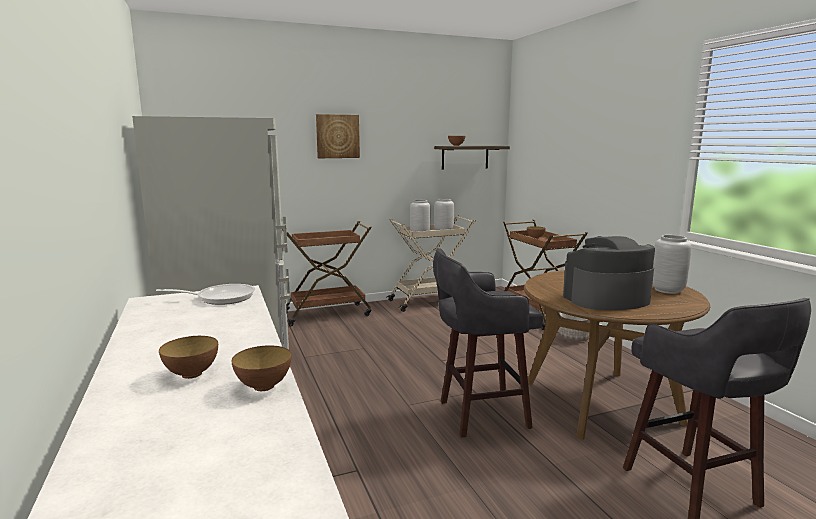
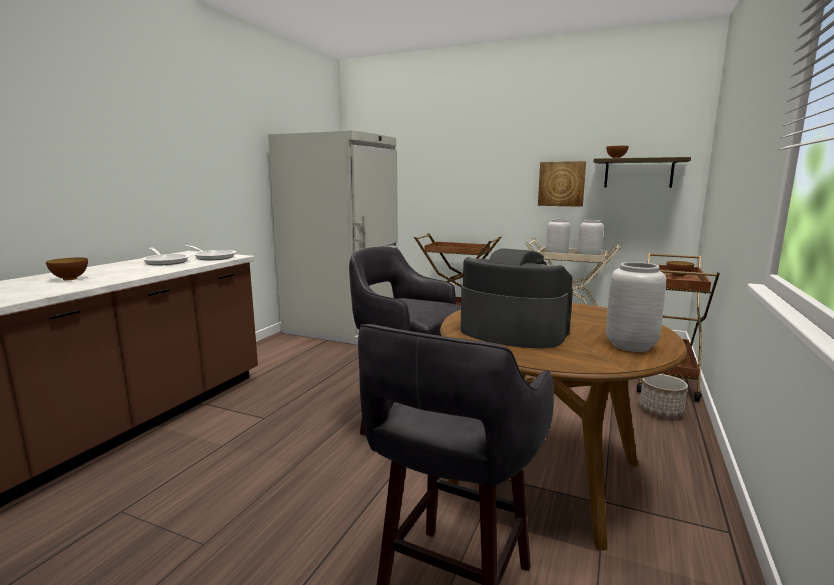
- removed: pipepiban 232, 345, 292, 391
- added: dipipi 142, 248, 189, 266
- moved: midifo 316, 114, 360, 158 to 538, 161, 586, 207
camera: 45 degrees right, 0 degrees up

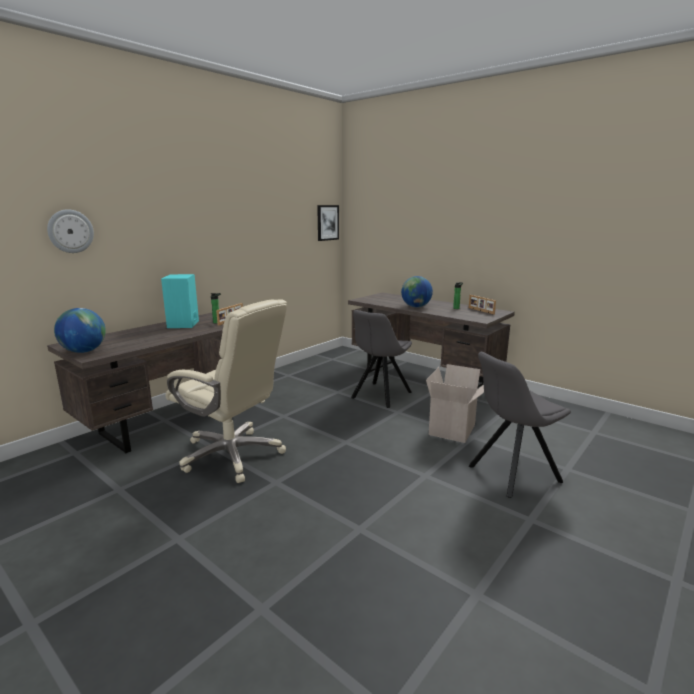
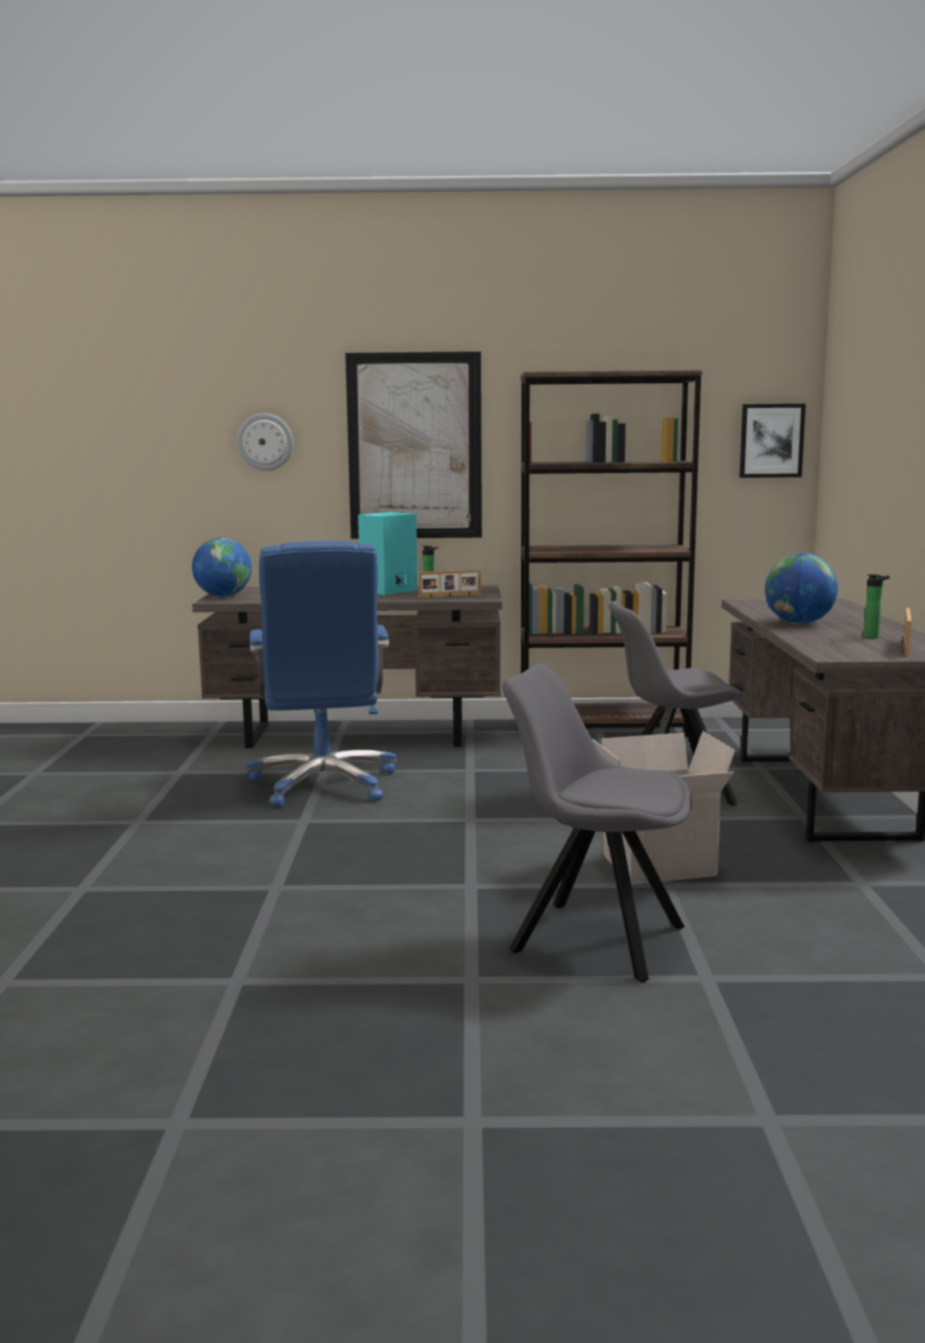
- added: midifo 345, 351, 482, 539
- added: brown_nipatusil 520, 370, 702, 737
- recoloured: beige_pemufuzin 165, 299, 287, 483 to blue_pemufuzin 246, 541, 397, 808
camera: 50 degrees right, 5 degrees down

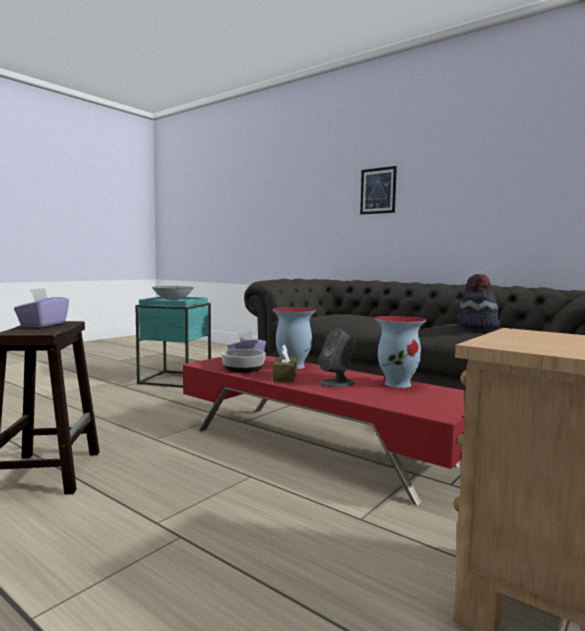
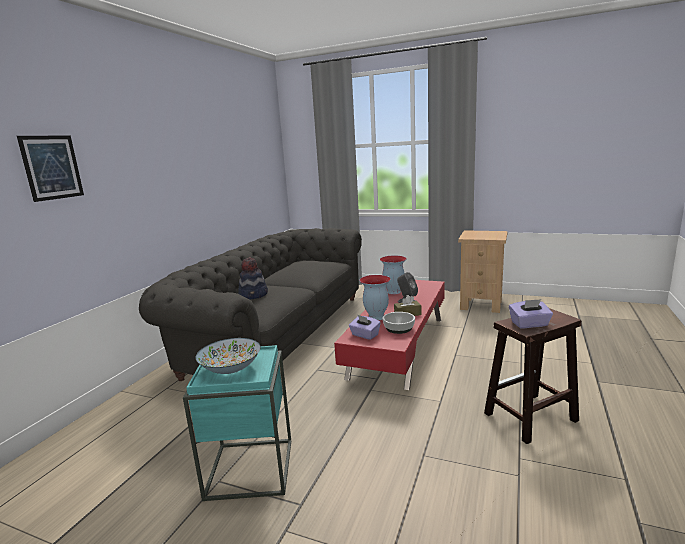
- moved: midifo 360, 166, 397, 214 to 17, 136, 84, 202
- moved: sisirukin 457, 274, 500, 329 to 238, 257, 268, 300
camera: 105 degrees left, 10 degrees up

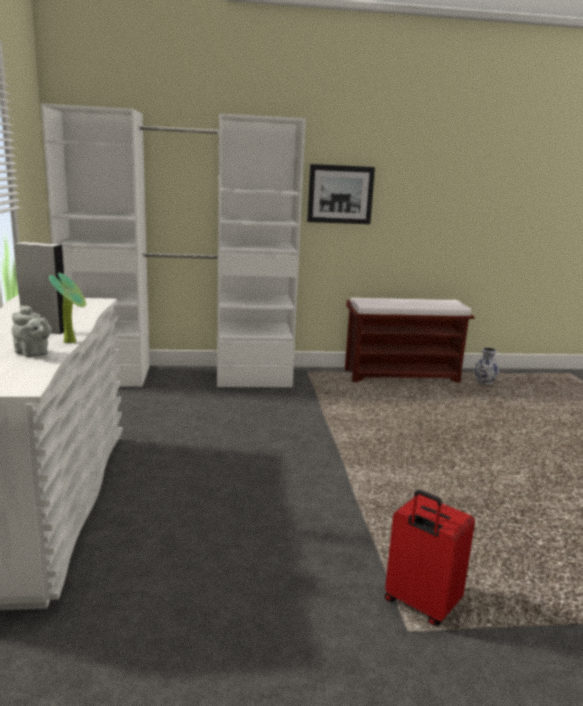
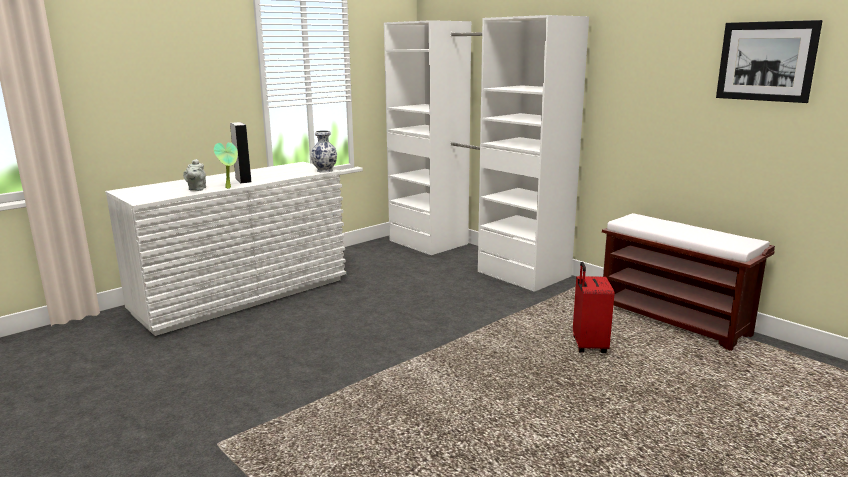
- moved: midifo 307, 164, 375, 224 to 716, 20, 823, 103
- moved: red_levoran 385, 490, 475, 626 to 573, 262, 614, 353
- moved: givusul 474, 348, 499, 385 to 311, 130, 337, 173
camera: 55 degrees right, 0 degrees up

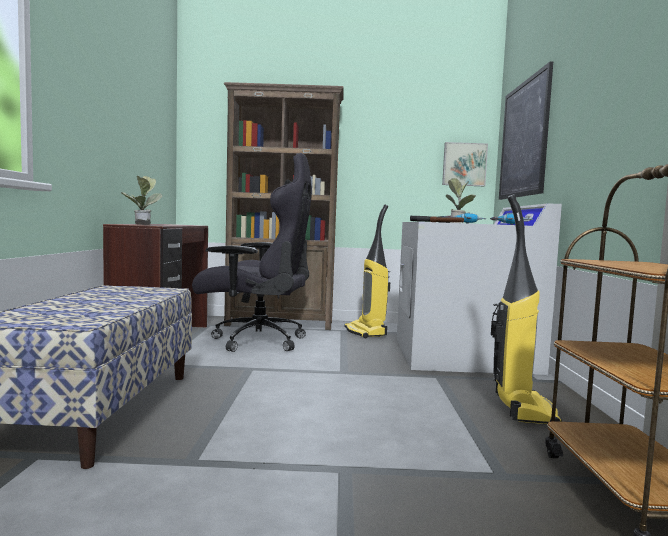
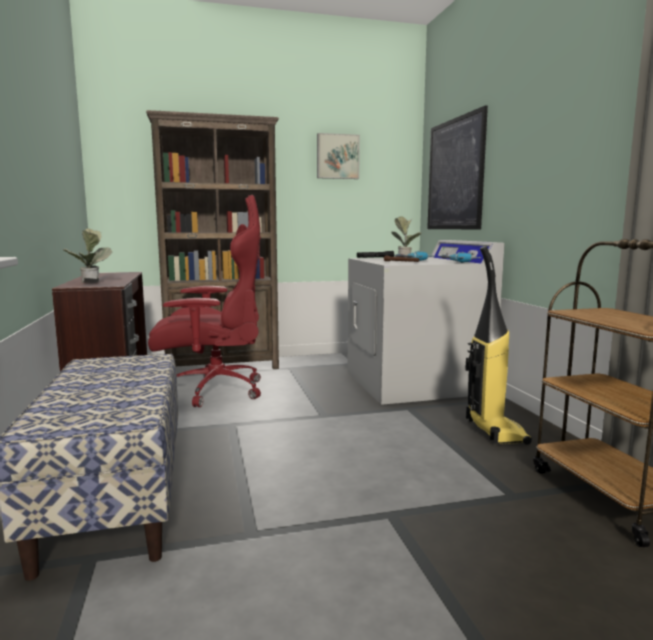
- removed: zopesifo 344, 205, 390, 338
- moved: midifo 442, 142, 488, 186 to 317, 133, 360, 179
- recoloured: black_pemufuzin 192, 153, 312, 352 to red_pemufuzin 148, 195, 261, 407
camera: 15 degrees left, 5 degrees up

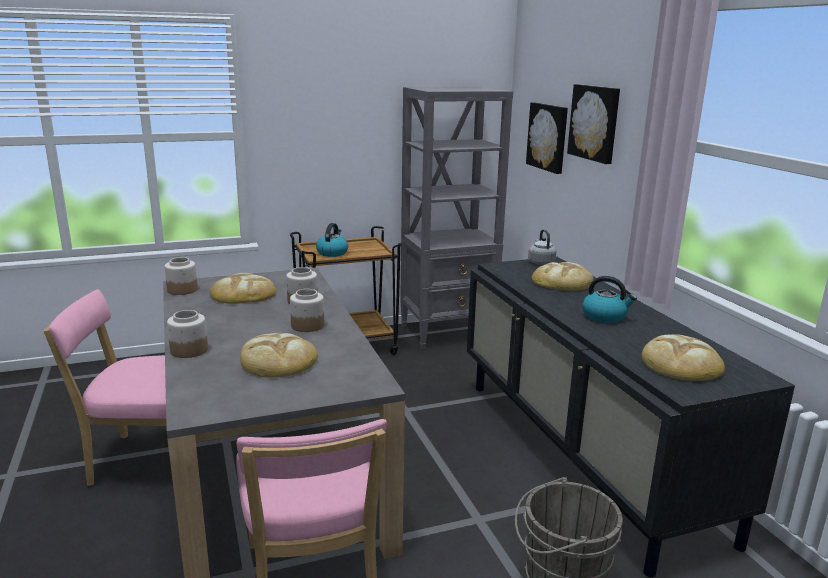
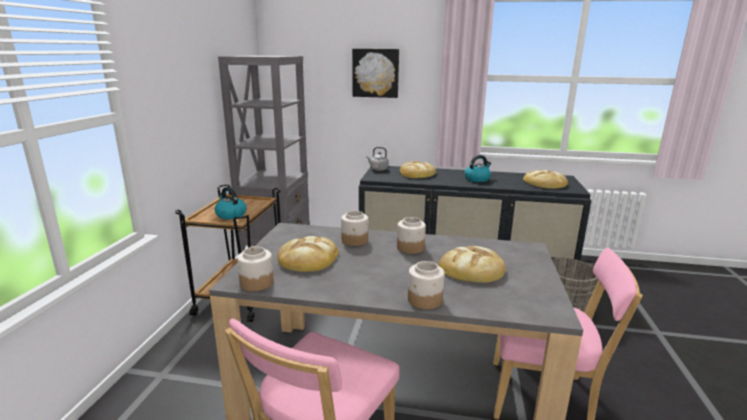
- removed: midifo 526, 102, 568, 174
camera: 60 degrees left, 0 degrees up

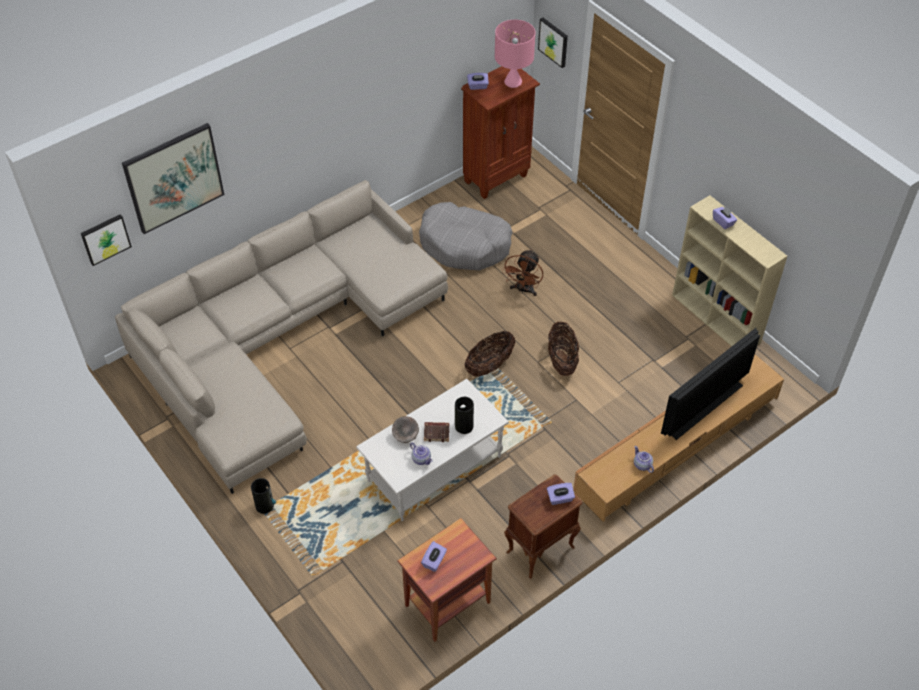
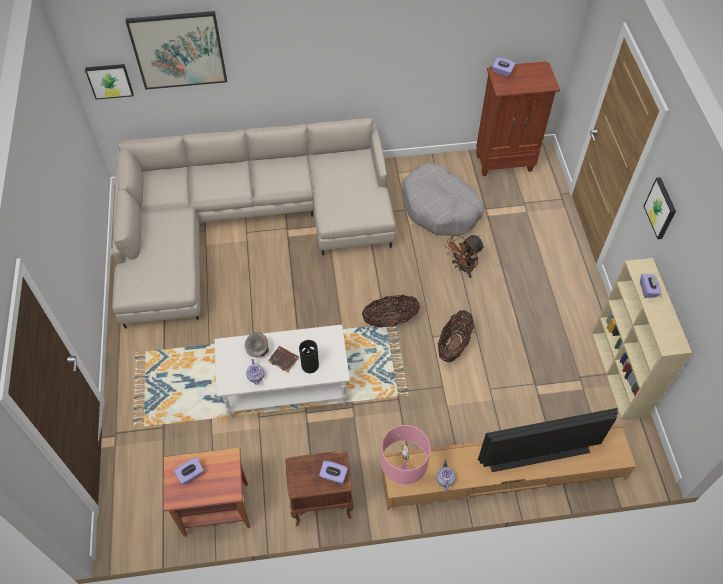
- removed: givusul 251, 478, 276, 514
- moved: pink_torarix 495, 20, 535, 88 to 381, 425, 431, 486
- moved: midifo 538, 18, 568, 68 to 643, 177, 676, 239
camera: 30 degrees right, 5 degrees up

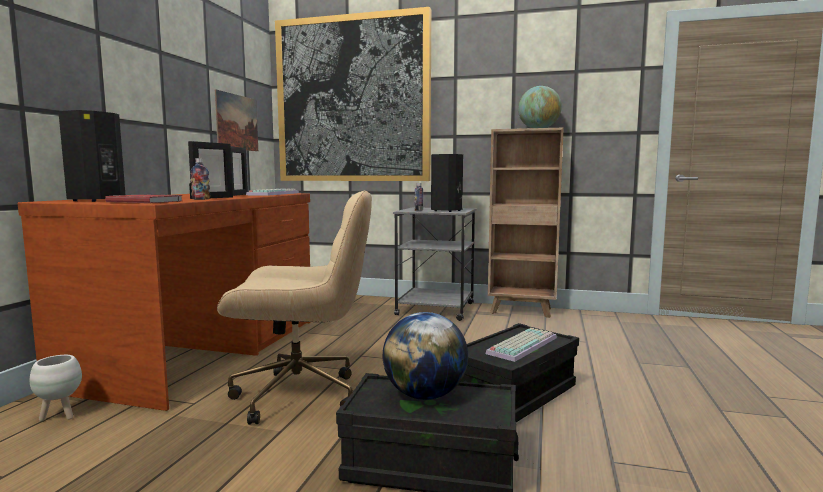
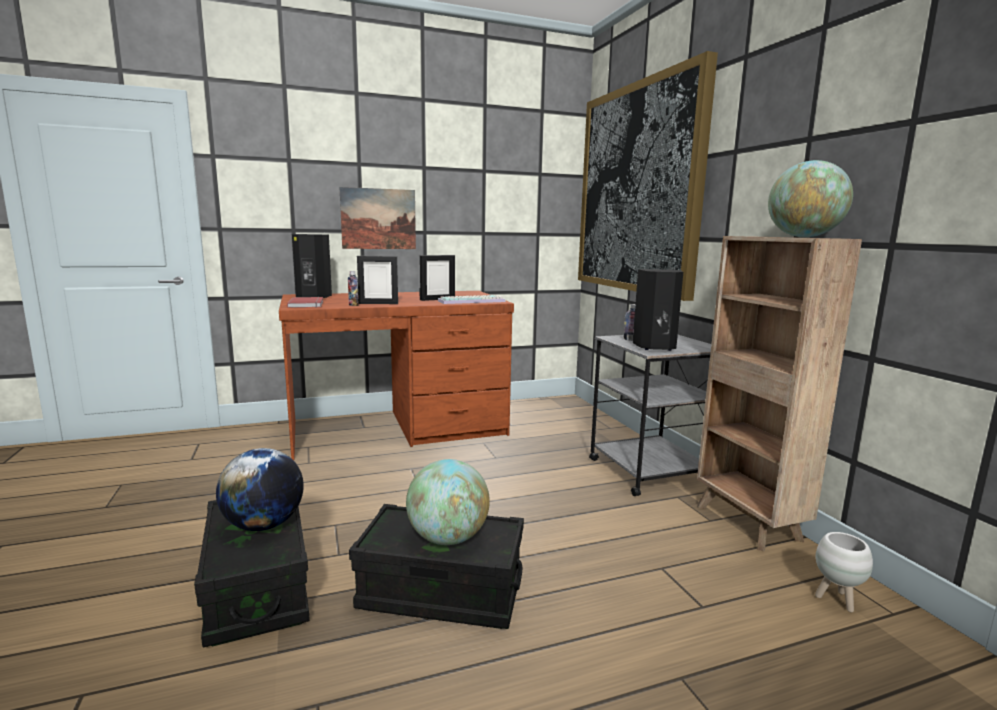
- removed: beige_pemufuzin 217, 190, 372, 425
- moved: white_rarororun 30, 355, 82, 421 to 815, 532, 873, 612
- moved: midifo 215, 89, 258, 151 to 340, 187, 416, 249
- replaced: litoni 486, 328, 557, 362 to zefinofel 406, 459, 490, 545
camera: 55 degrees right, 5 degrees up

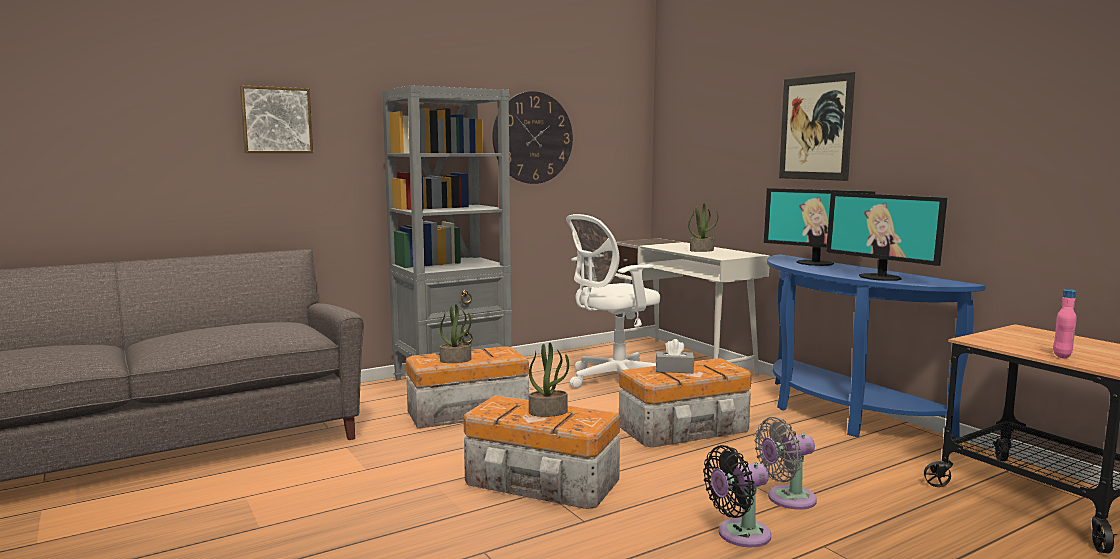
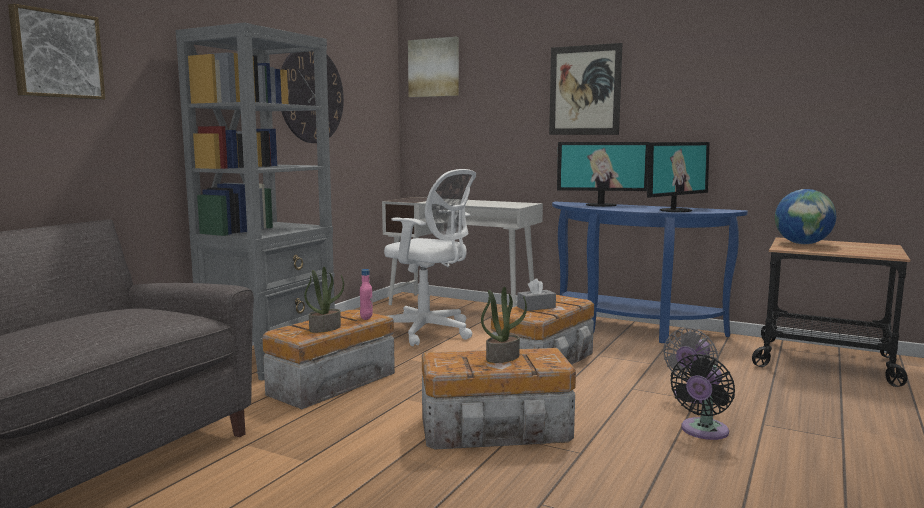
- removed: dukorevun 688, 203, 718, 252
- added: midifo 408, 37, 459, 97
- added: zefinofel 775, 189, 836, 244
- moved: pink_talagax 1053, 289, 1077, 358 to 360, 269, 373, 320
- turned: white_pemufuzin 566, 214, 660, 388 = 384, 169, 476, 346 90 degrees counterclockwise
- turned: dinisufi 826, 192, 947, 281 = 647, 142, 710, 212 60 degrees counterclockwise
camera: 30 degrees left, 0 degrees up

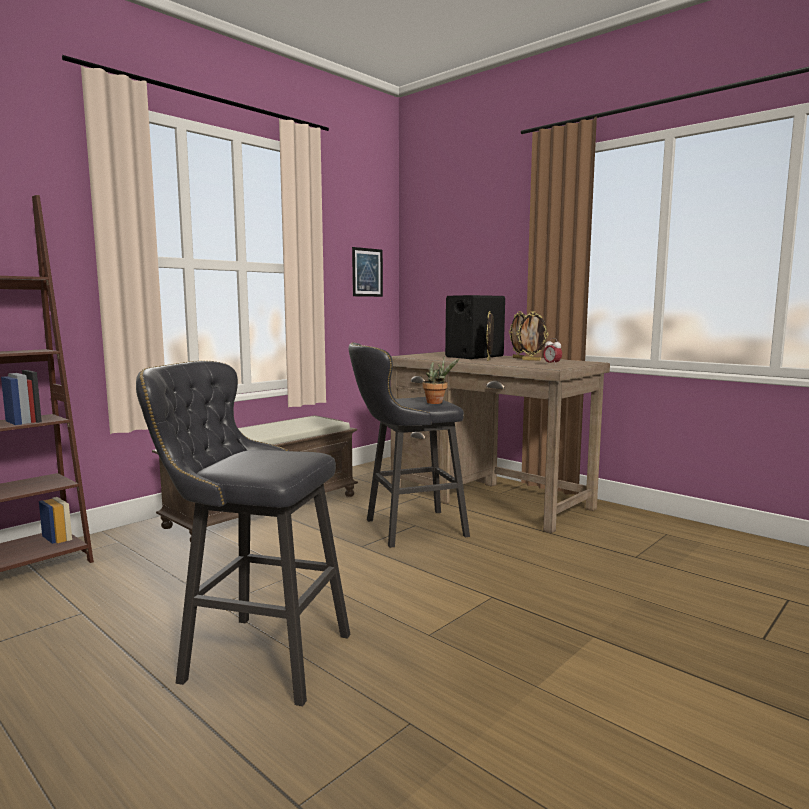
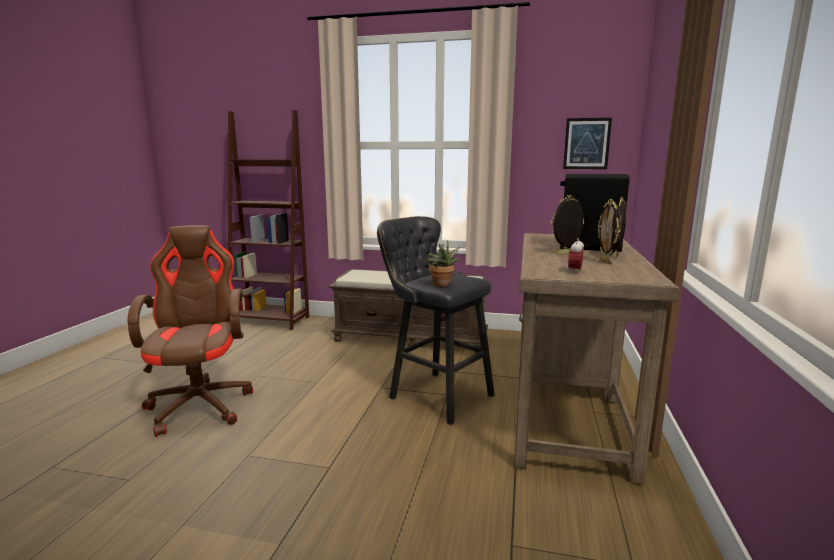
- replaced: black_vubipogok 136, 361, 350, 706 to brown_pemufuzin 128, 225, 253, 437
camera: 60 degrees right, 5 degrees up

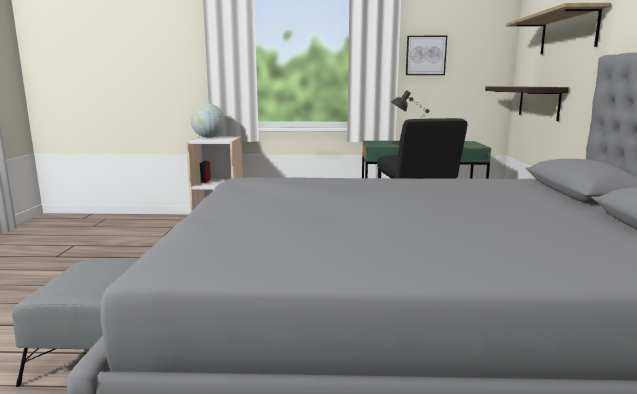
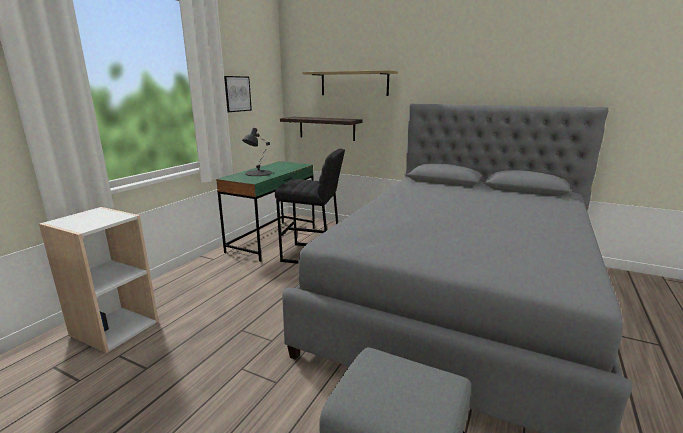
- removed: zefinofel 190, 103, 225, 138
camera: 65 degrees left, 5 degrees up

